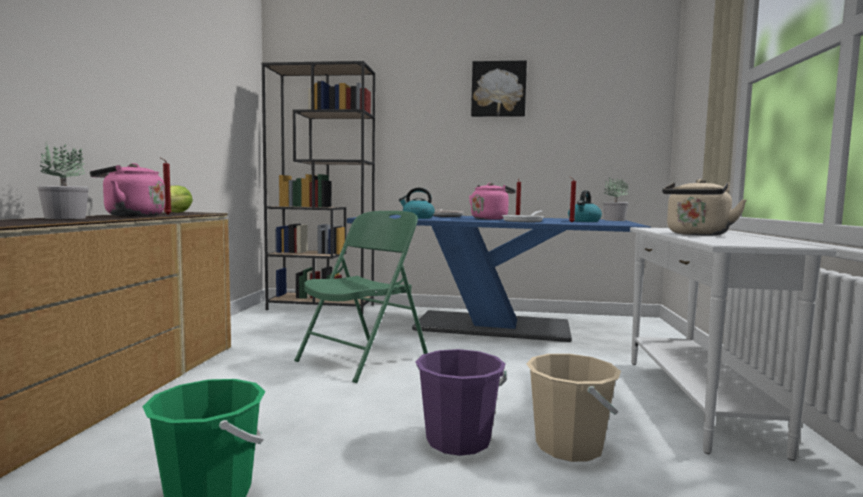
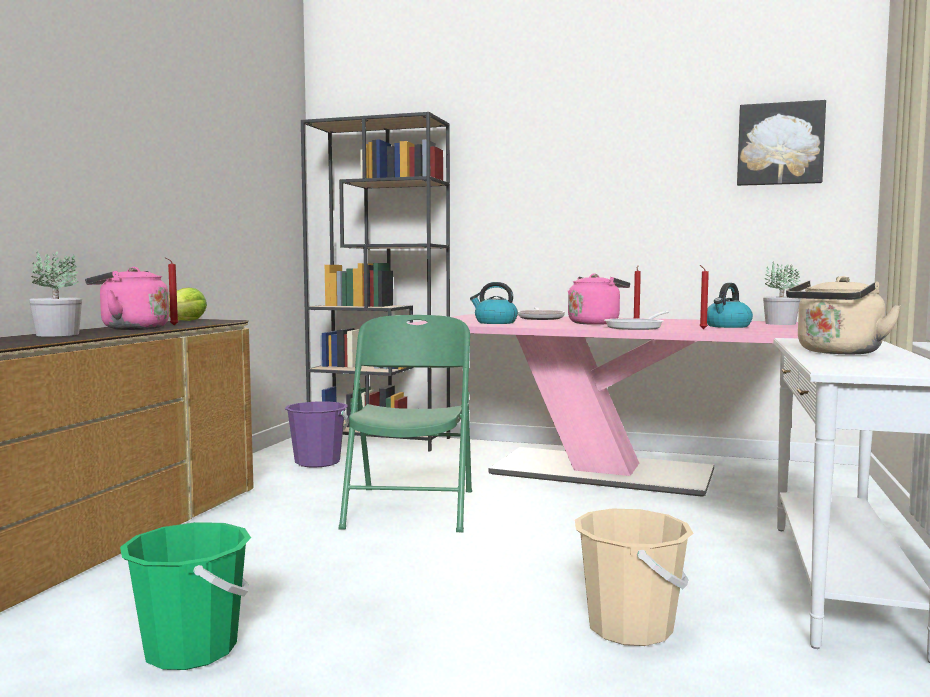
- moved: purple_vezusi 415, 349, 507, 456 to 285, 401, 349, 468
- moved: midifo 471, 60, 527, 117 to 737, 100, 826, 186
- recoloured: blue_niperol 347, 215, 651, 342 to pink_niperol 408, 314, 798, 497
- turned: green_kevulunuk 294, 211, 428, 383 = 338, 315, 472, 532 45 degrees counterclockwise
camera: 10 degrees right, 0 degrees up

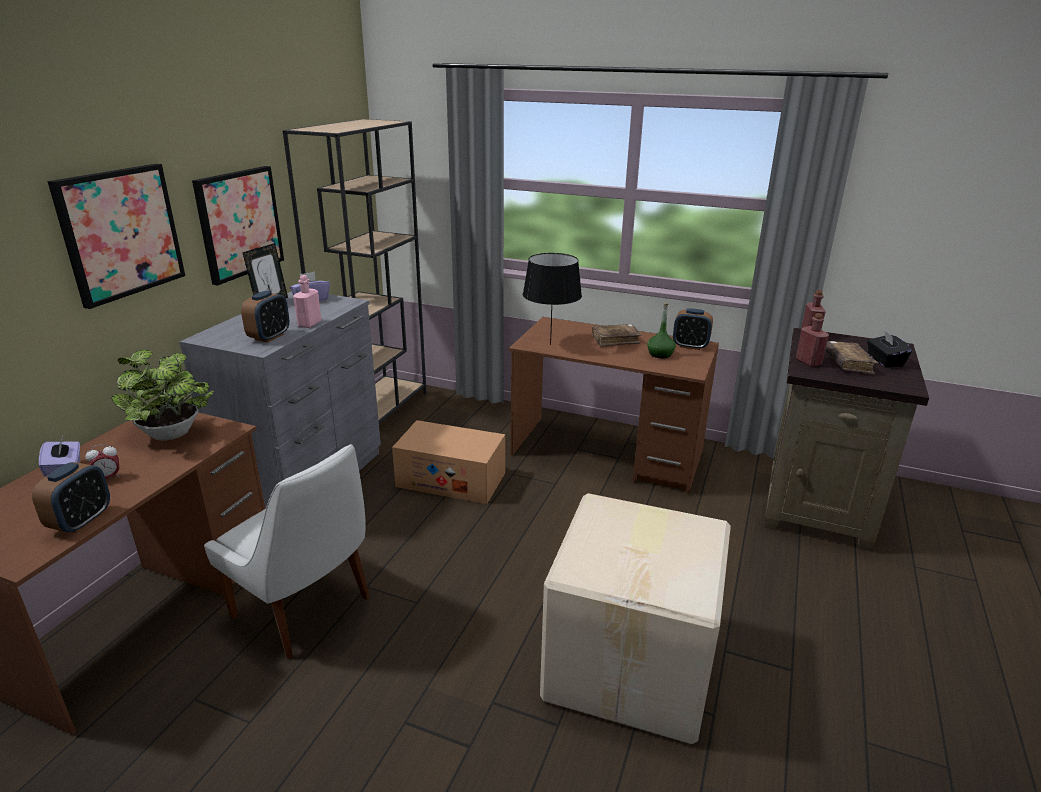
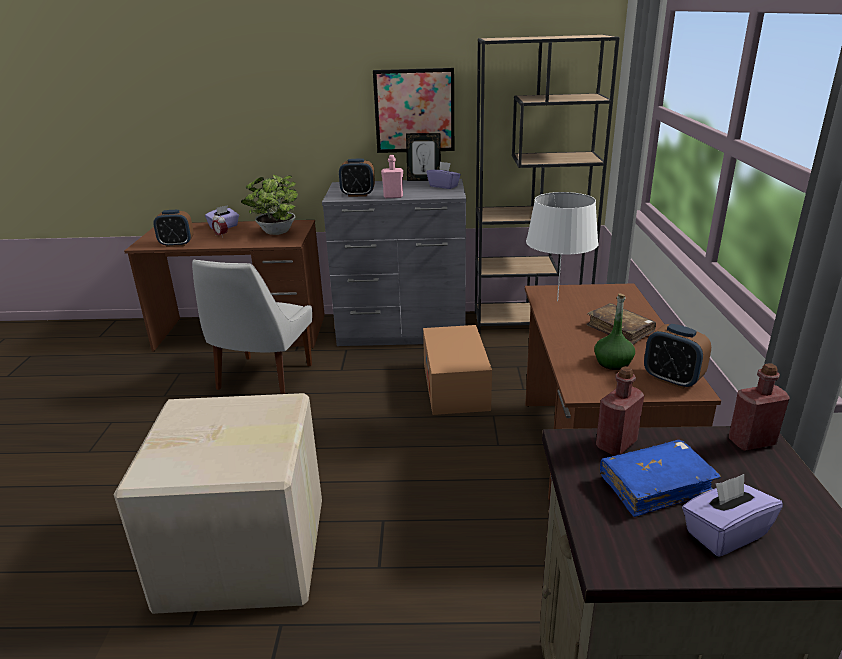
- removed: midifo 48, 164, 185, 309
- recoloured: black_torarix 523, 253, 582, 345 to white_torarix 526, 192, 599, 301
- recoloured: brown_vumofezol 825, 341, 878, 374 to blue_vumofezol 600, 440, 721, 517
- recoloured: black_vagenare 867, 330, 912, 367 to purple_vagenare 682, 474, 783, 557
- turned: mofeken 673, 308, 713, 350 = 644, 324, 711, 389 45 degrees counterclockwise
camera: 70 degrees right, 0 degrees up

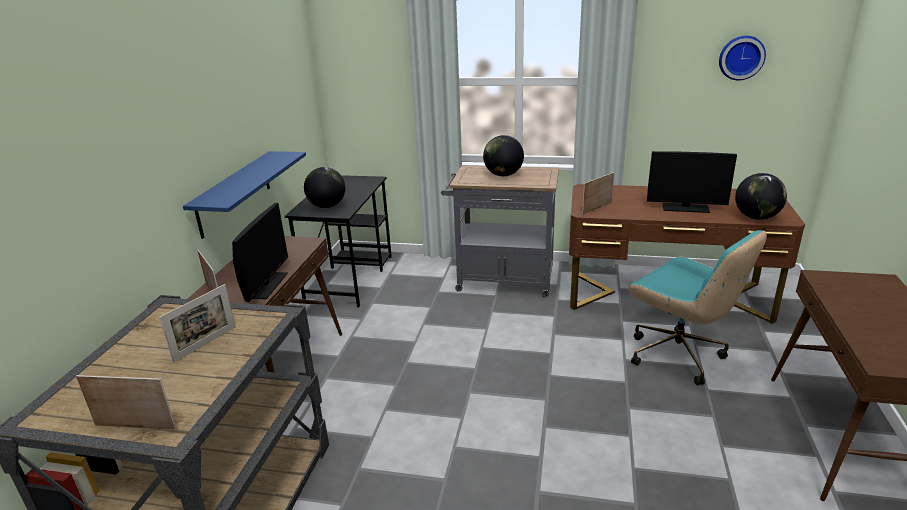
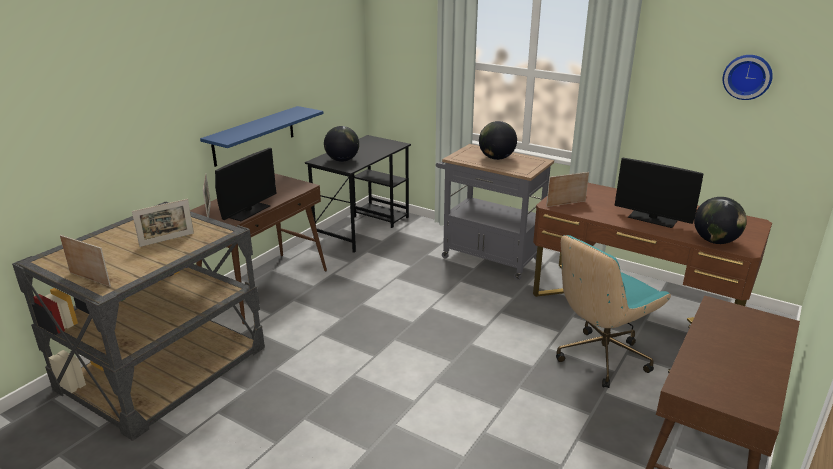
- turned: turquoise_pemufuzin 628, 230, 767, 385 = 556, 235, 671, 388 75 degrees clockwise
camera: 20 degrees right, 0 degrees up

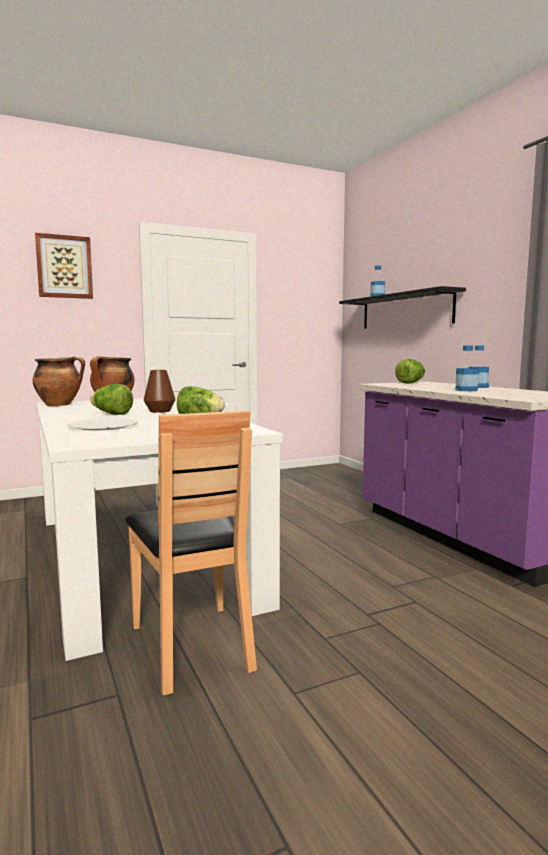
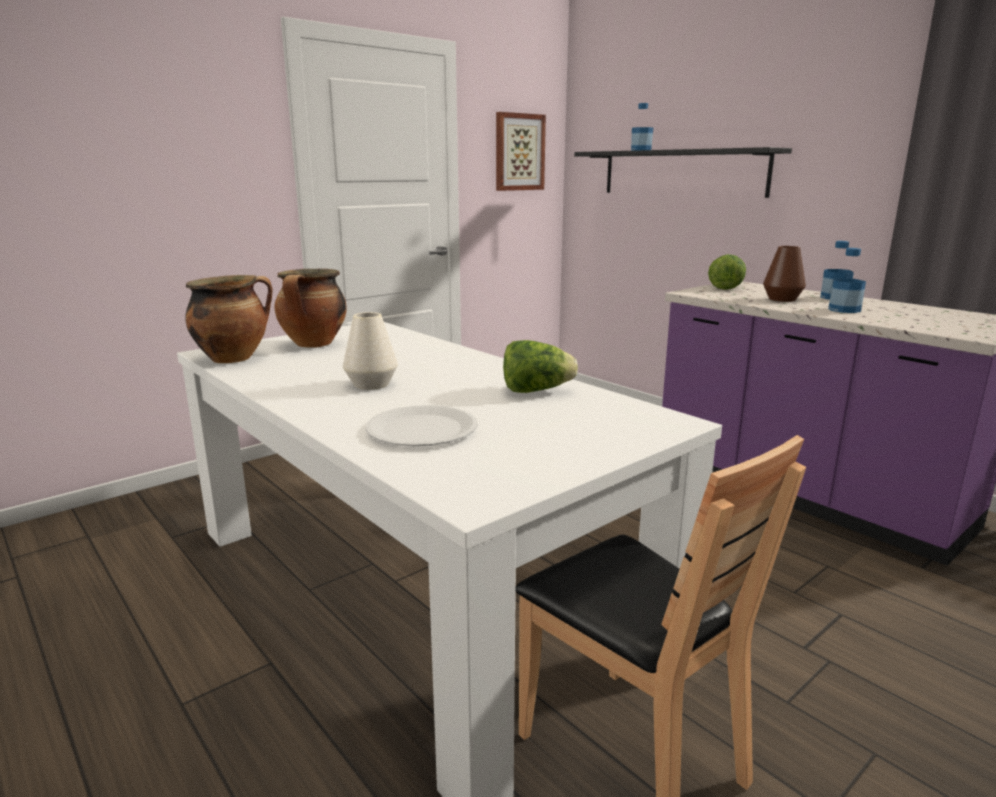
- moved: midifo 35, 233, 93, 299 to 496, 112, 546, 191
- moved: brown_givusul 144, 370, 176, 413 to 763, 246, 806, 302
- replaced: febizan 90, 384, 133, 415 to white_givusul 343, 312, 398, 390
camera: 15 degrees left, 10 degrees up

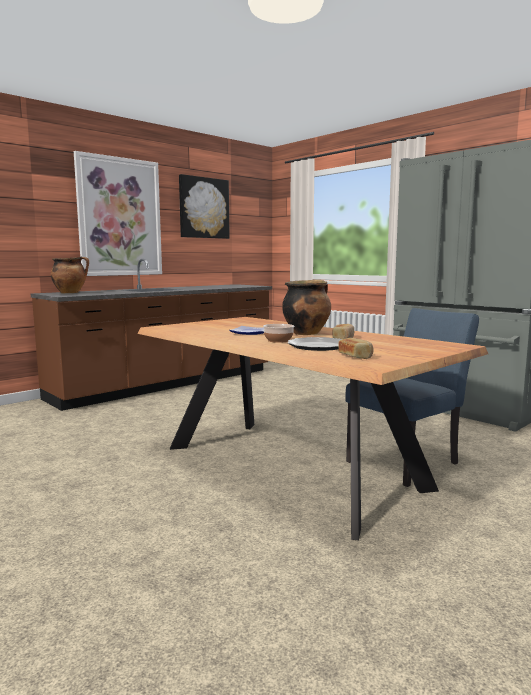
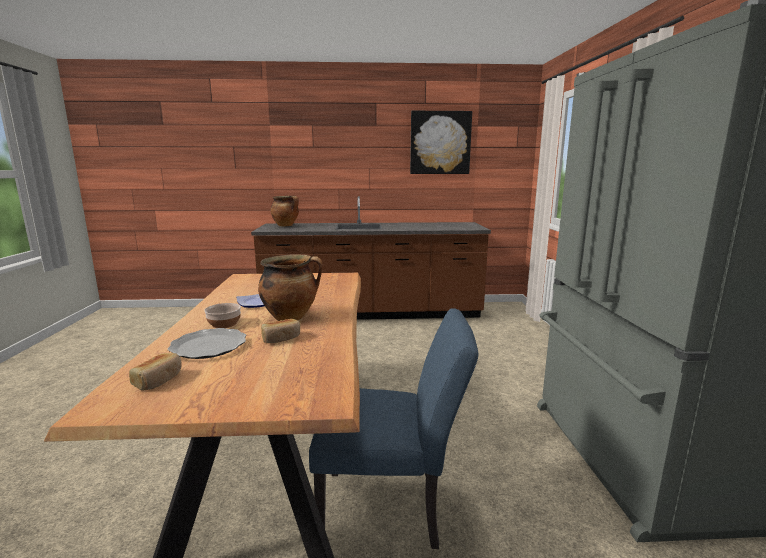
- removed: midifo 74, 151, 162, 276
camera: 40 degrees right, 5 degrees up

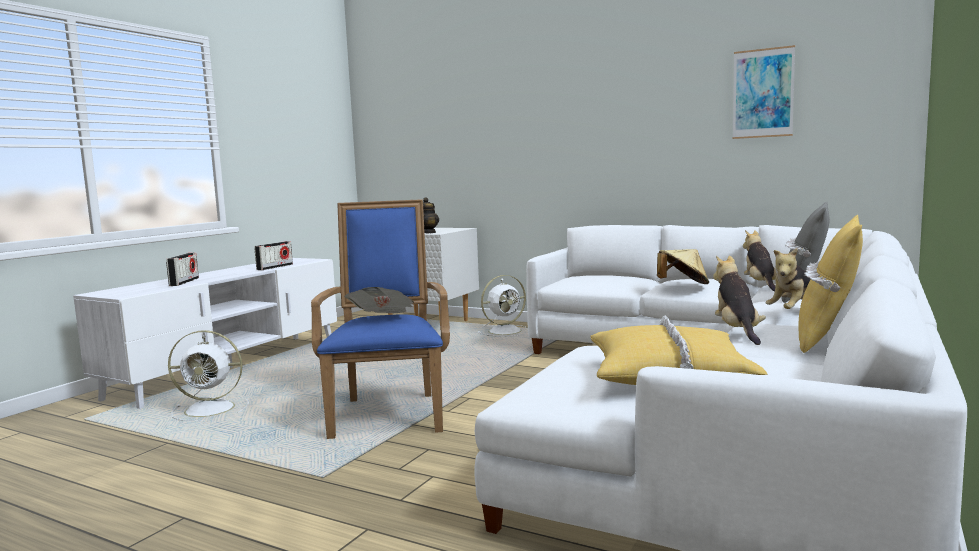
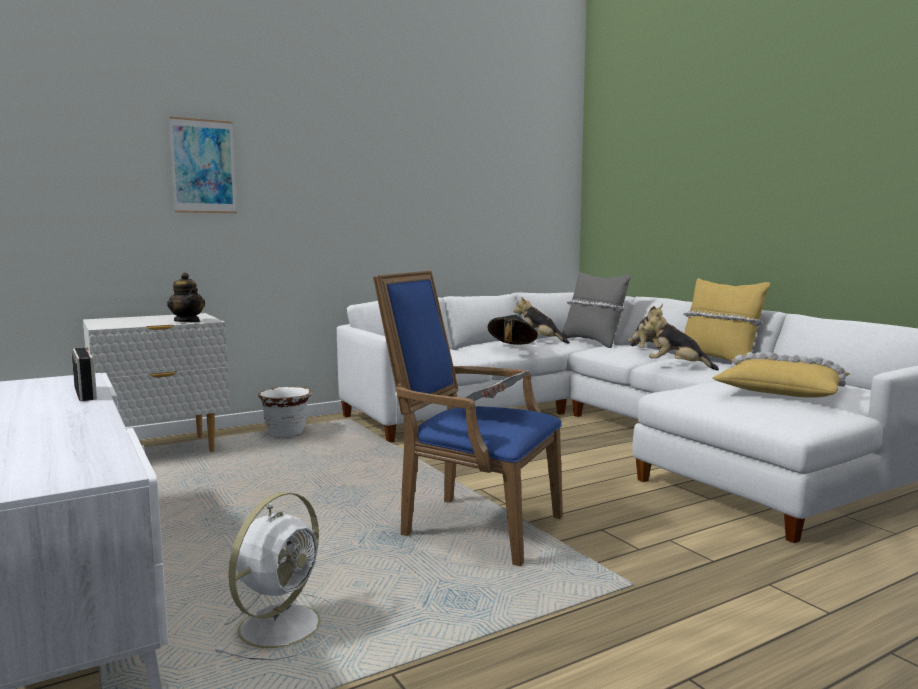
- removed: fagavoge 166, 253, 199, 286
- moved: midifo 733, 45, 795, 139 to 169, 116, 237, 213
- replaced: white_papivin 477, 275, 528, 337 to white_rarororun 258, 387, 313, 437
- recoloured: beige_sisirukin 657, 249, 709, 284 to black_sisirukin 488, 315, 538, 345
camera: 60 degrees left, 0 degrees up

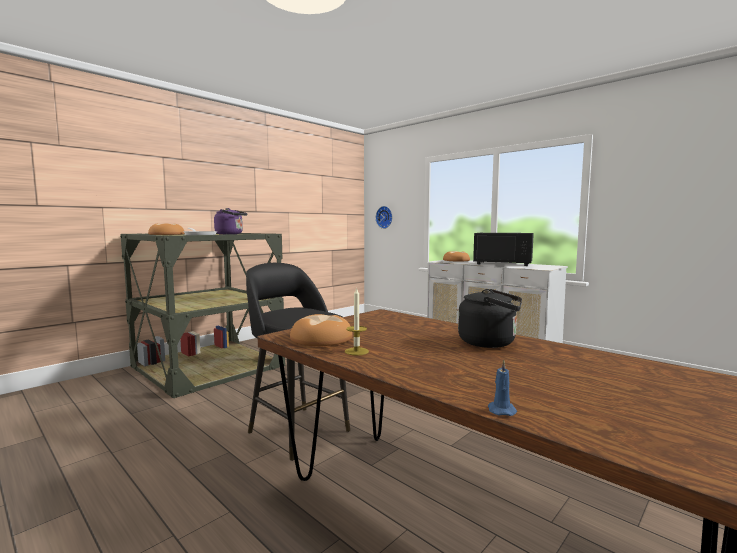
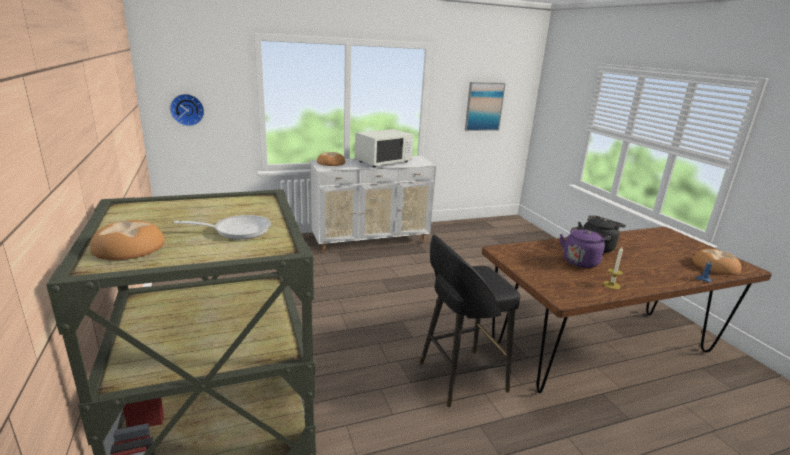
- added: midifo 465, 82, 506, 131
- moved: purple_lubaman 214, 208, 247, 235 to 560, 227, 611, 268
- moved: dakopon 290, 314, 353, 346 to 692, 249, 741, 275
- recoloured: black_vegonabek 473, 233, 534, 266 to white_vegonabek 355, 129, 414, 168
camera: 65 degrees left, 15 degrees up

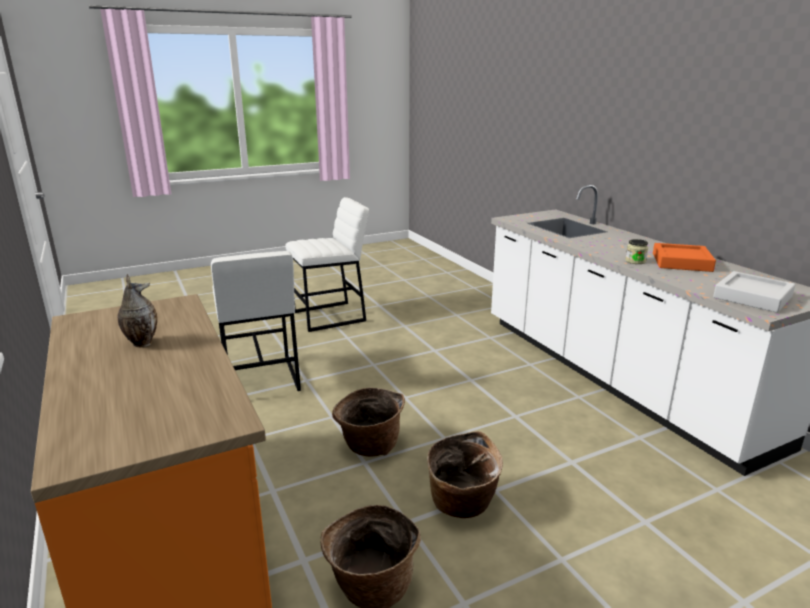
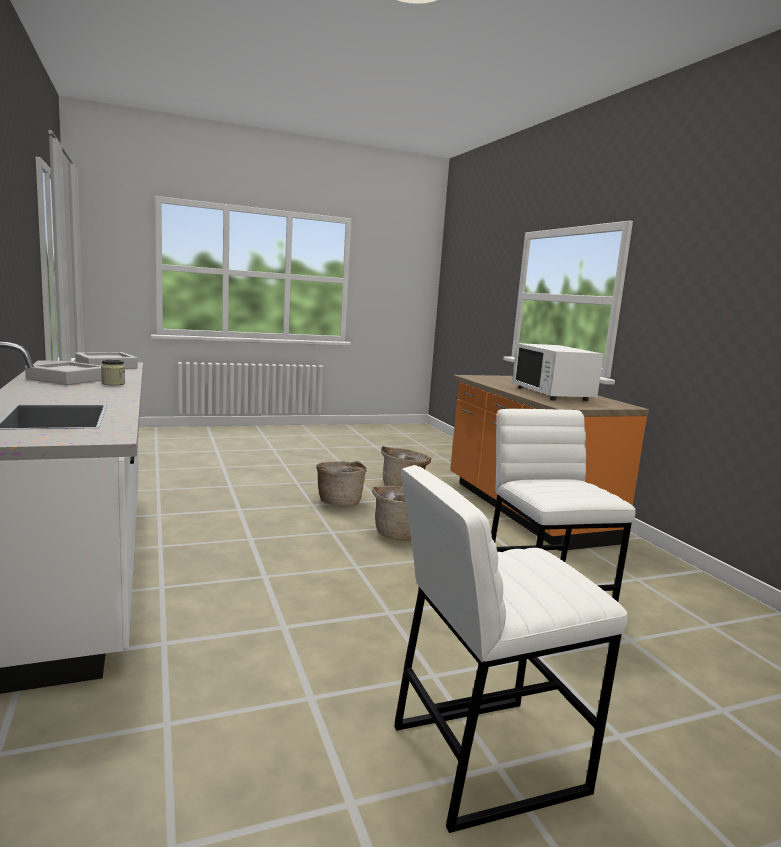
- replaced: givusul 118, 274, 157, 347 to white_vegonabek 512, 343, 603, 401
- recoloured: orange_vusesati 653, 243, 716, 272 to grey_vusesati 25, 361, 102, 385
camera: 175 degrees left, 10 degrees down

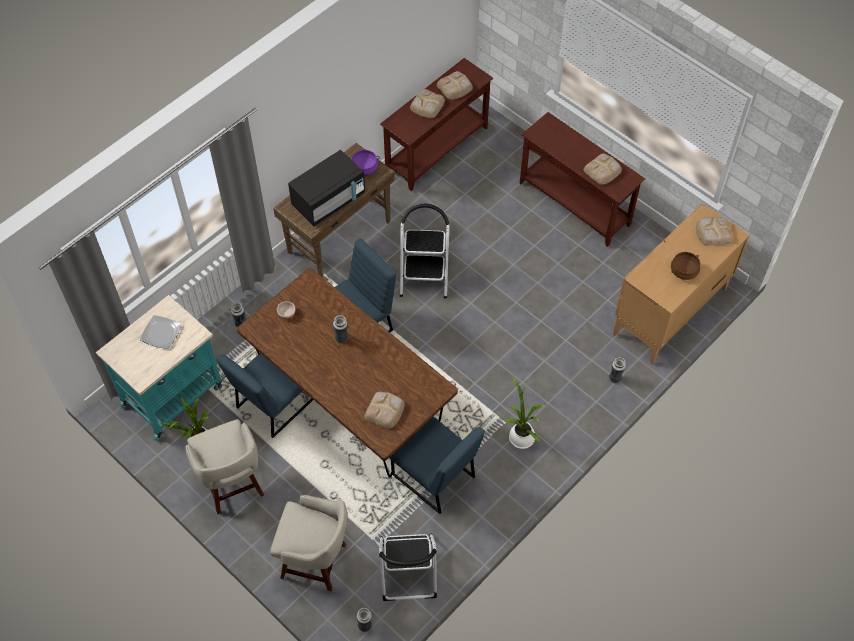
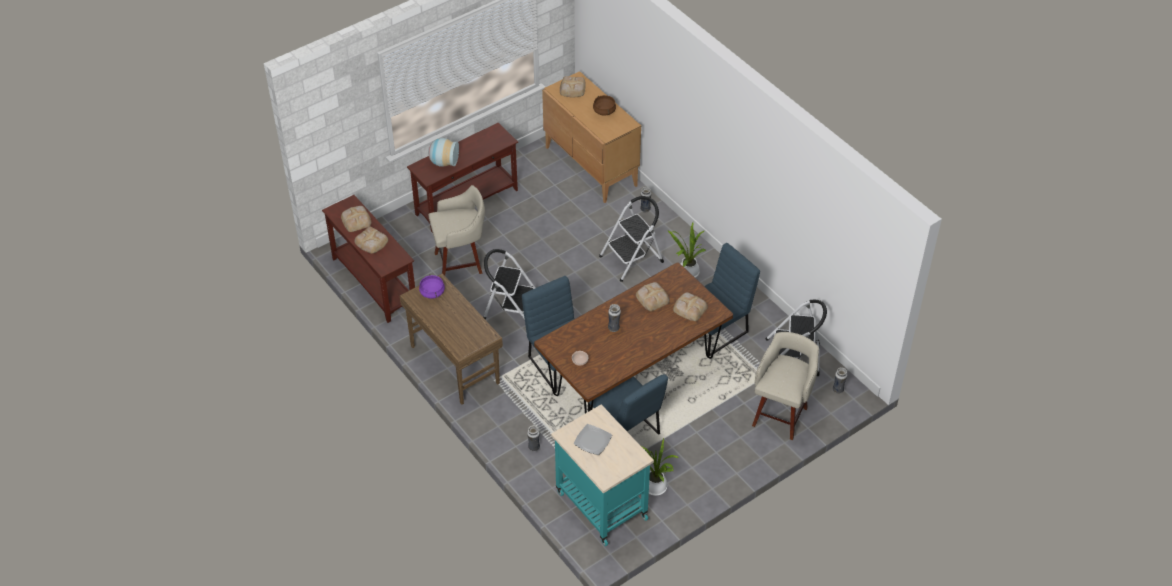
- removed: black_vegonabek 288, 150, 365, 226
- added: givusul 428, 138, 459, 167
- added: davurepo 599, 196, 664, 282
- moved: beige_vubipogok 185, 419, 264, 514 to 429, 185, 485, 275
- moved: dakopon 584, 153, 622, 185 to 636, 282, 670, 311
camera: 80 degrees left, 10 degrees down

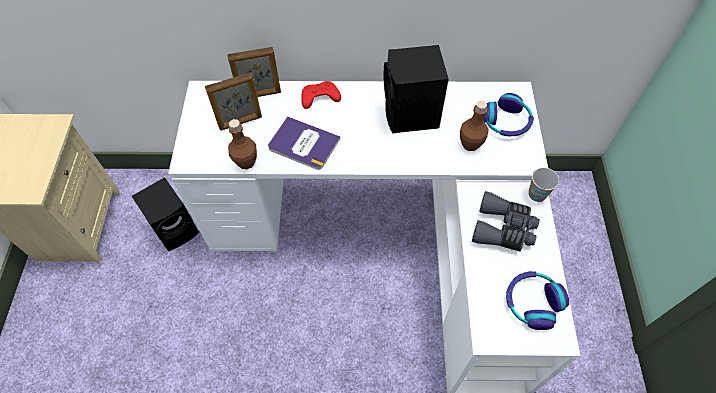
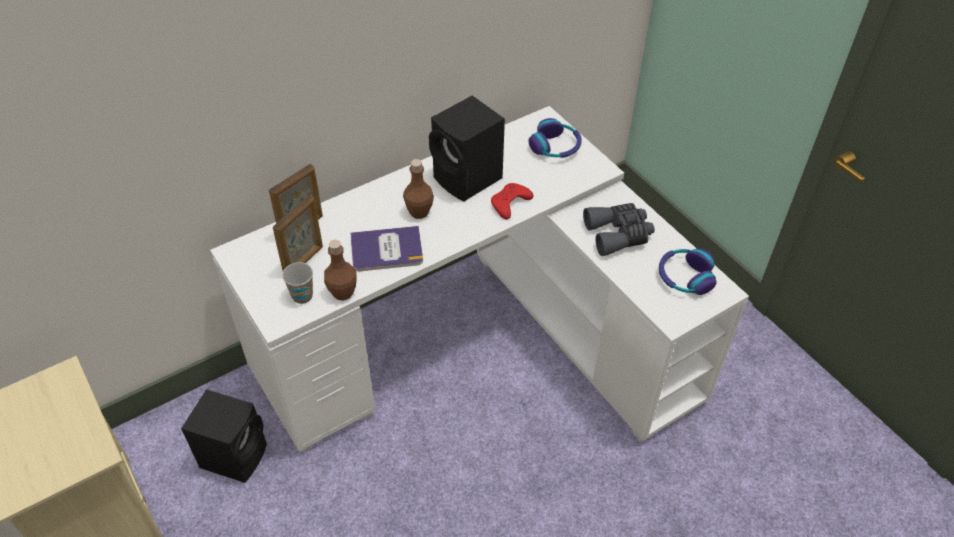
- moved: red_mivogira 301, 81, 341, 109 to 491, 183, 534, 219
- moved: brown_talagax 460, 101, 489, 151 to 403, 159, 434, 219
- moved: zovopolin 529, 167, 559, 202 to 282, 262, 313, 304
camera: 35 degrees left, 10 degrees down

